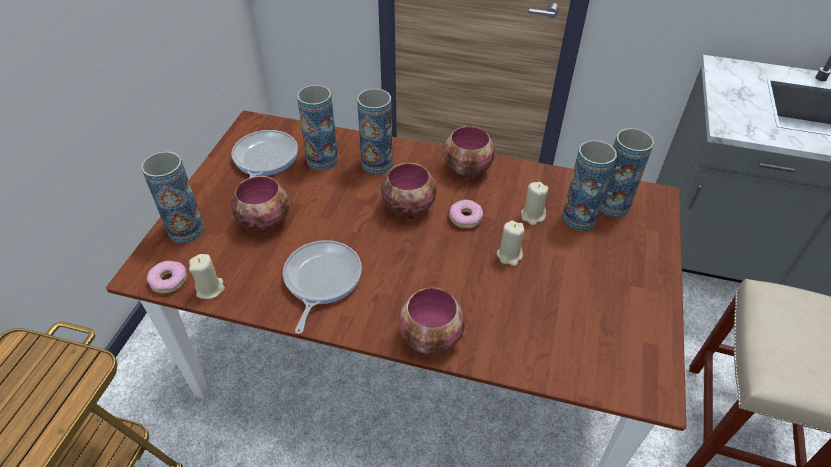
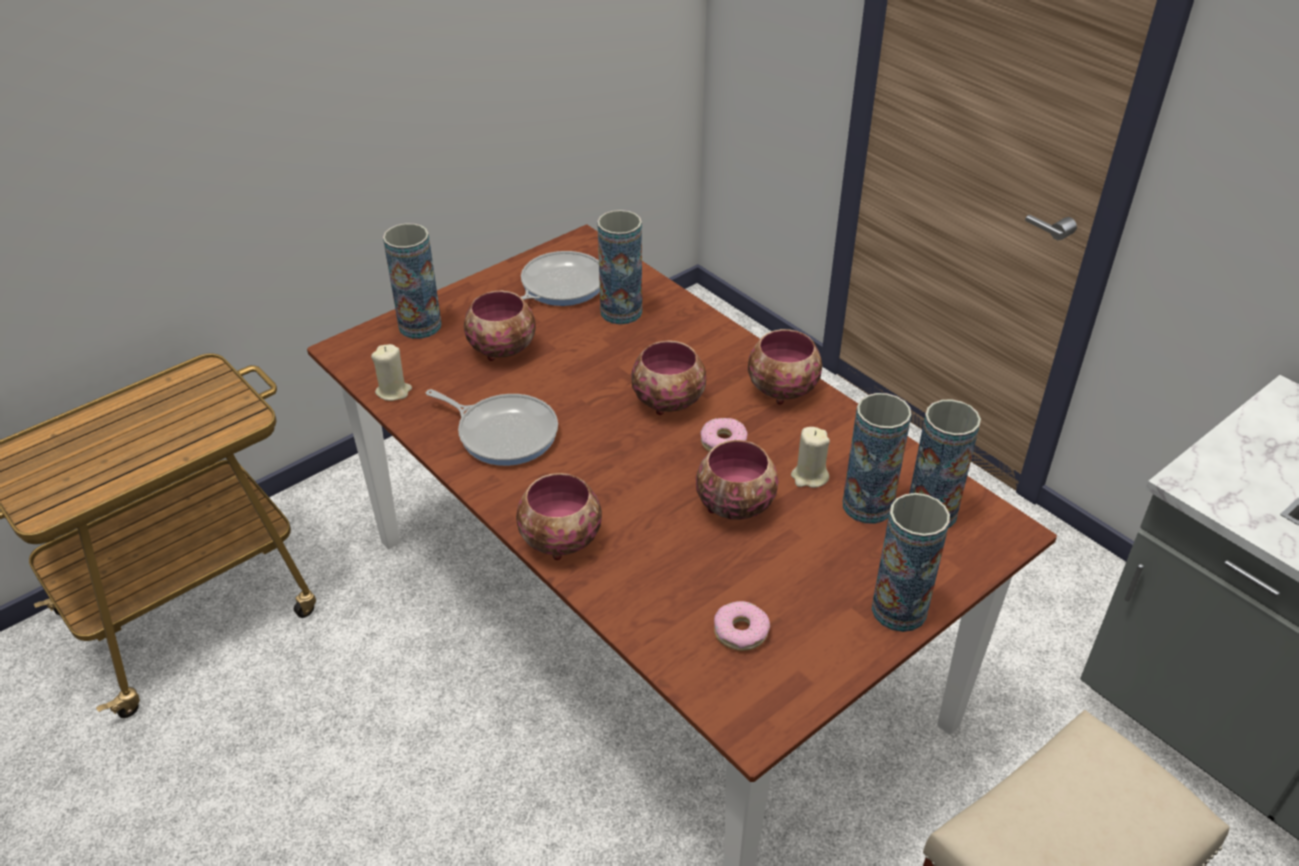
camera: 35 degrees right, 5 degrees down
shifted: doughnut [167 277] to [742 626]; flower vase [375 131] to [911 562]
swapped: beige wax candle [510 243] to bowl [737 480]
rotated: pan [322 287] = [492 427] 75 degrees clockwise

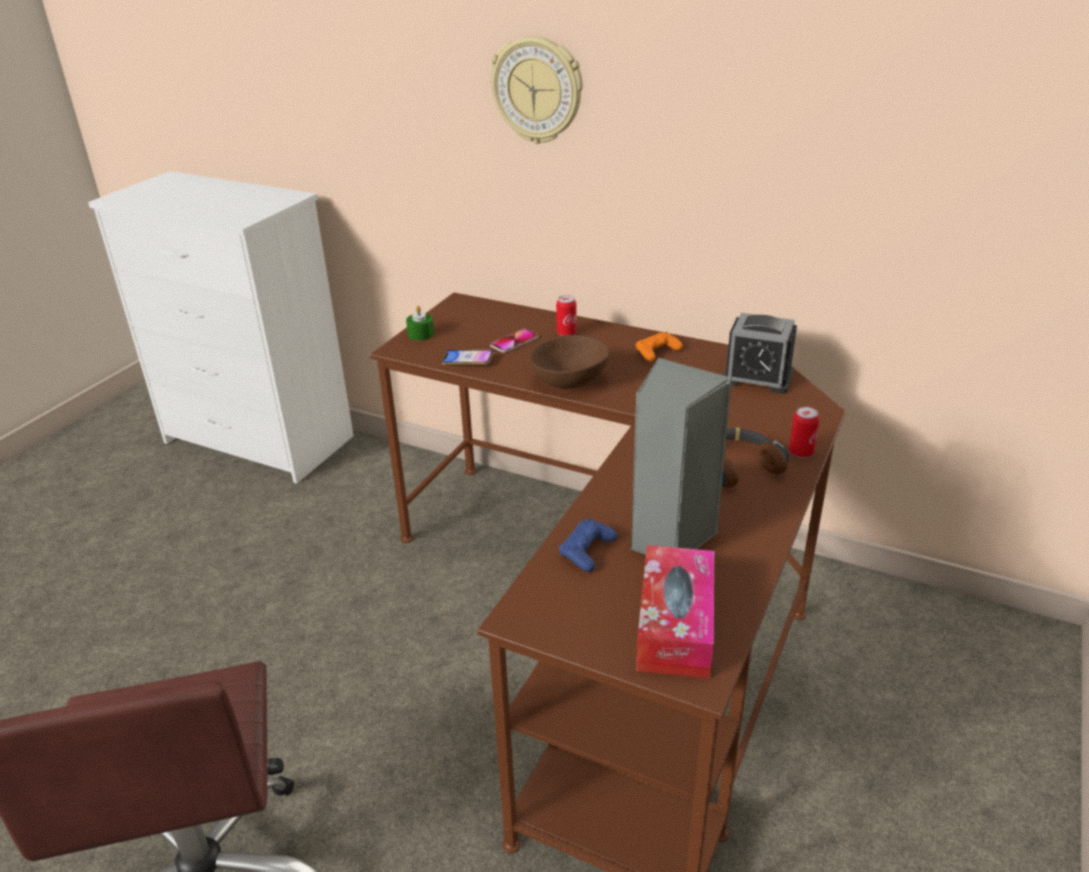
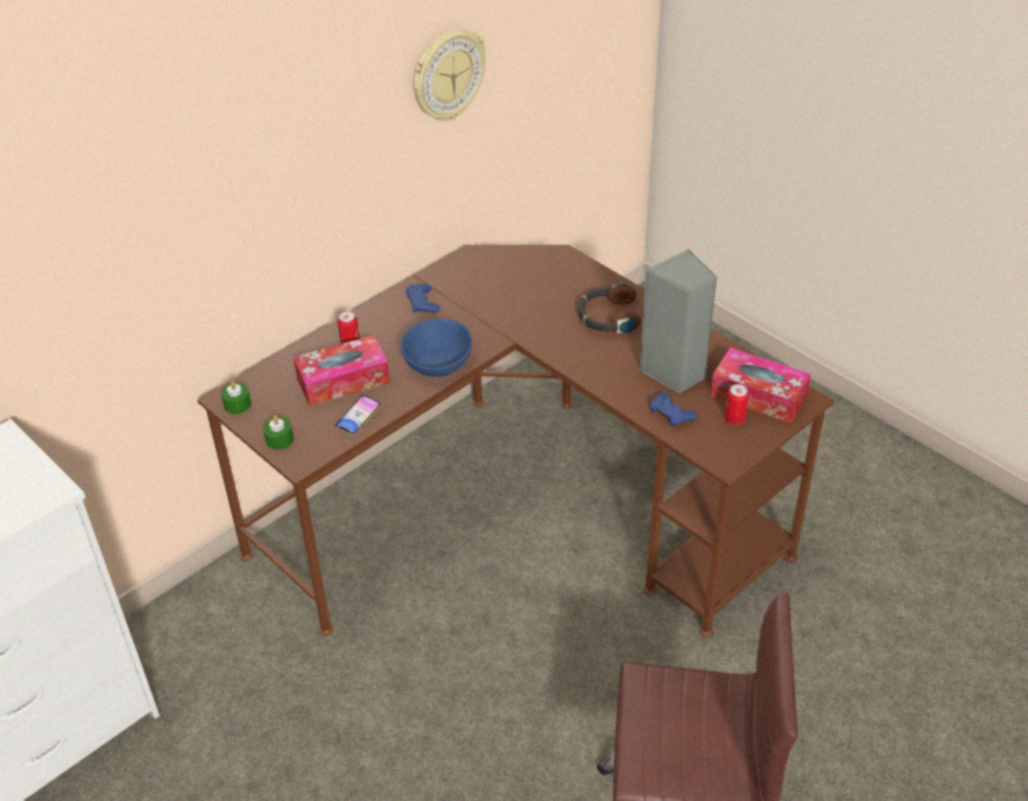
camera: 70 degrees left, 10 degrees up
gone: table clock [760 353]
new: green-coloured wax candle [236 397]
shifted: clock on the wall [536 90] to [449 75]; metal can [804 432] to [737 404]
swapped: telephone [514 341] to tissue box [341 370]
repainted: brownish bowl [569 361] to blue bowl [436 348]; orangey joypad [659 347] to blue joypad [423 298]

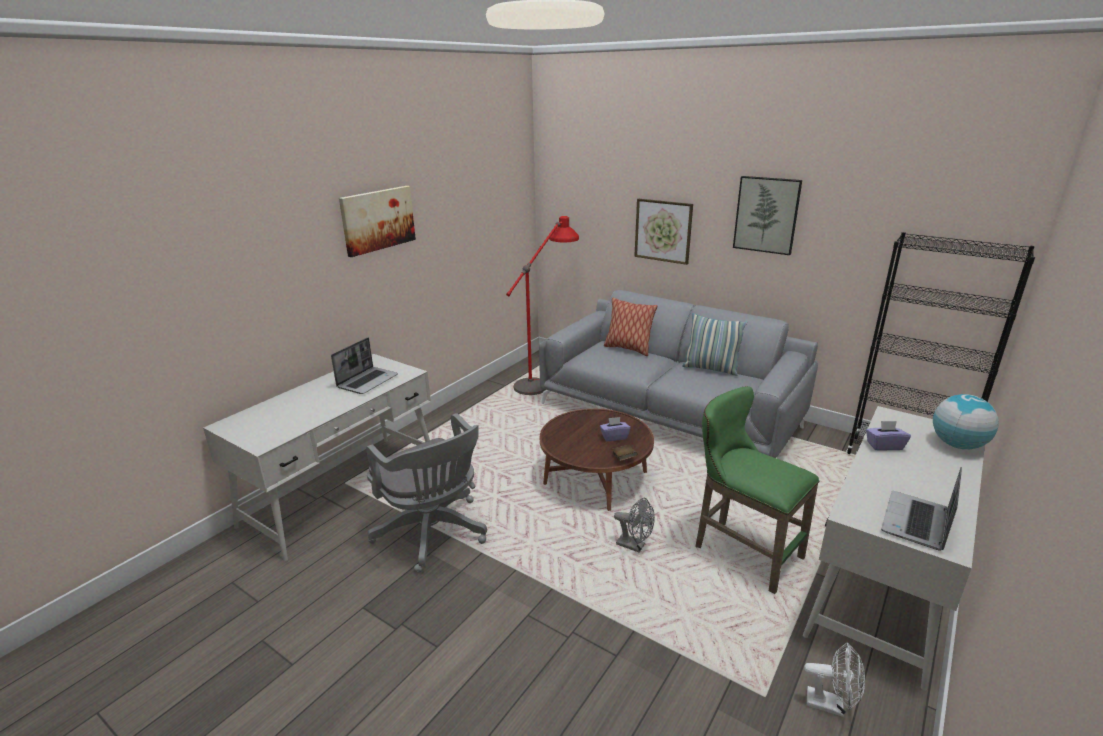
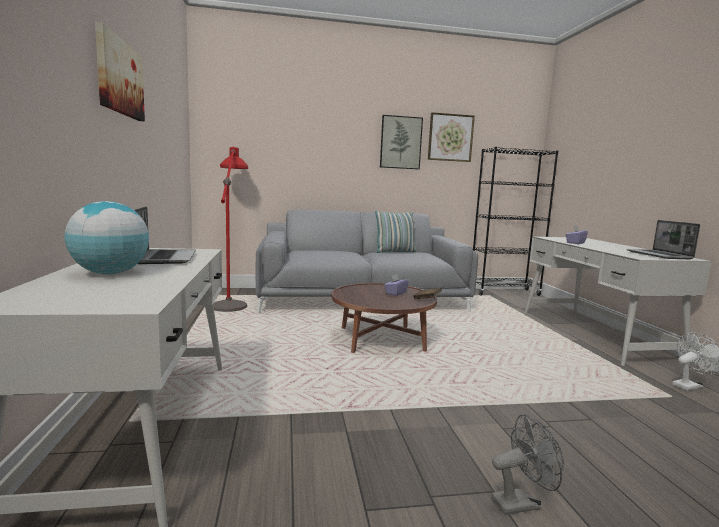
camera: 45 degrees left, 15 degrees down
gone: gray computer chair [426 493]; pillow [630 327]; green-coloured sitting stool [757 490]
shifted: gray fan [634 525] to [527 464]; picture [663 232] to [451 137]; desk globe [966 421] to [107 237]

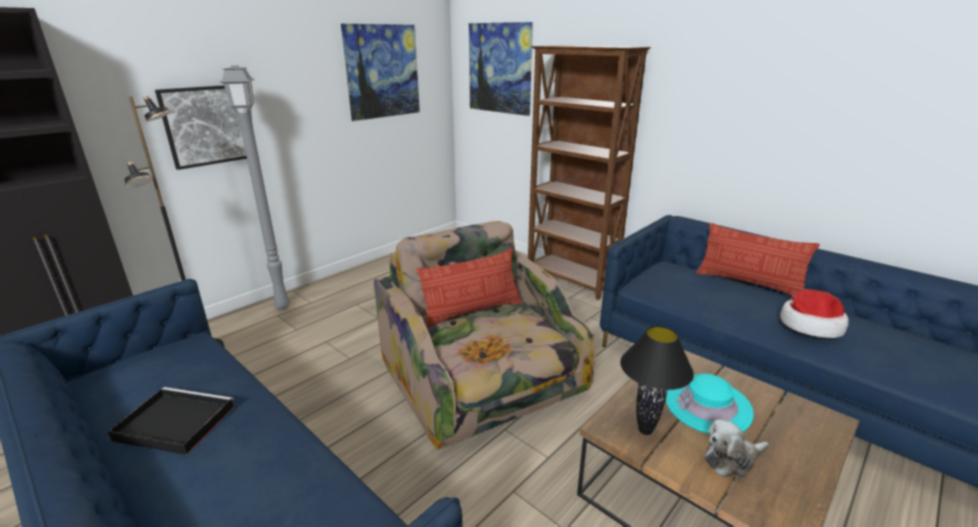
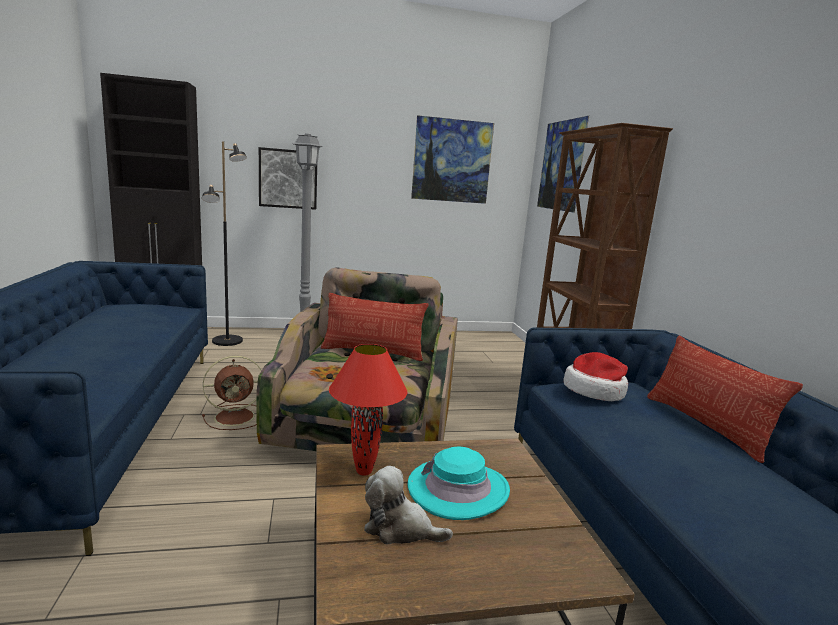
camera: 35 degrees right, 10 degrees down
gone: black-coloured tray [171 421]
new: brownish fan [232 393]
shifted: clothing hat [814 313] to [596 376]
repainted: black-coloured tabletop lamp [657 380] to red tabletop lamp [368 410]

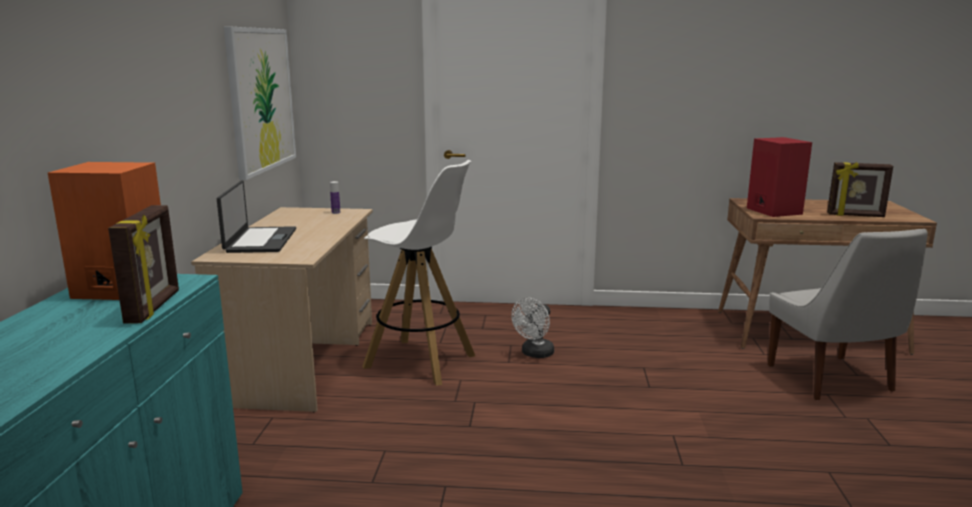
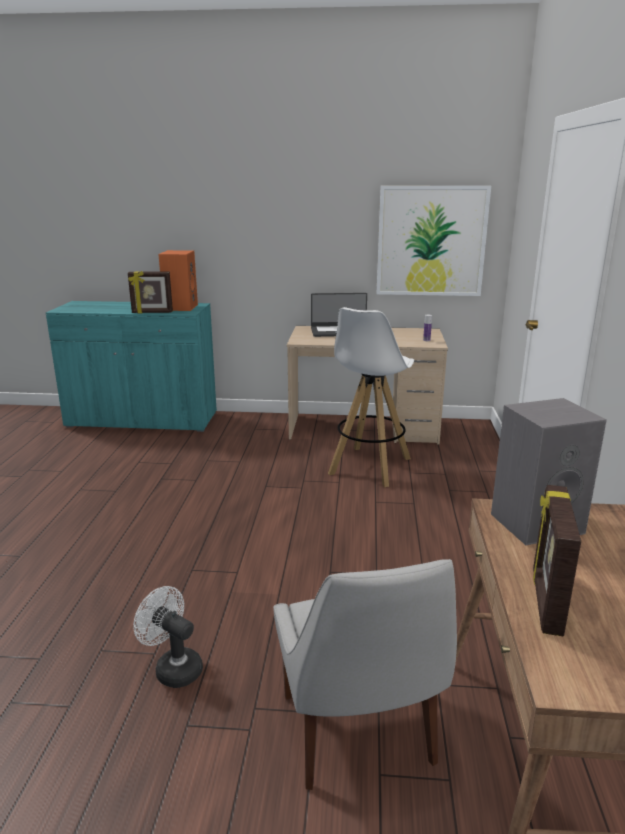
camera: 90 degrees right, 5 degrees up
shifted: white fan [532 328] to [168 637]
repainted: red audio speaker [779 177] to gray audio speaker [549 471]
rotated: white plain chair [848 314] = [365 674] 90 degrees counterclockwise

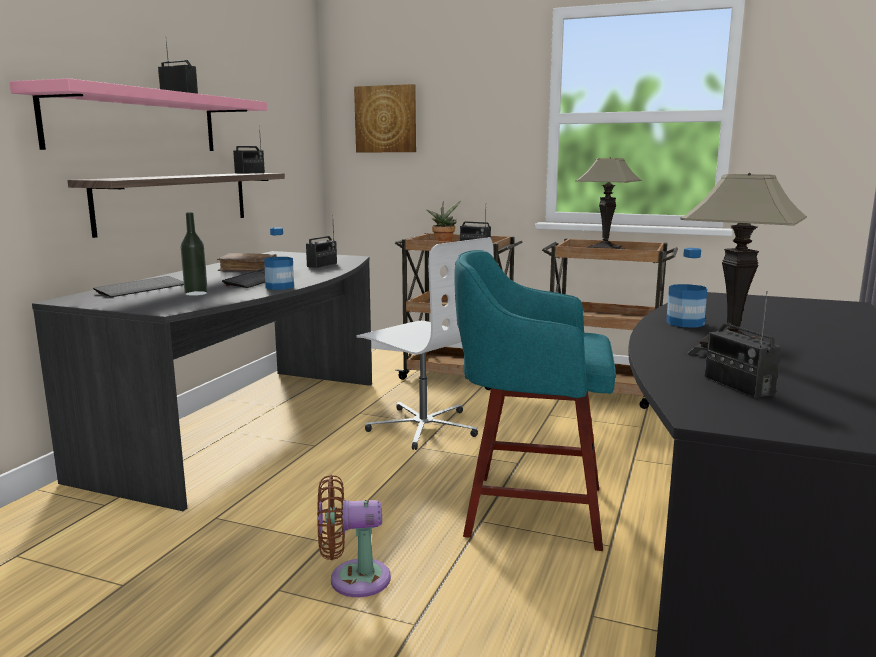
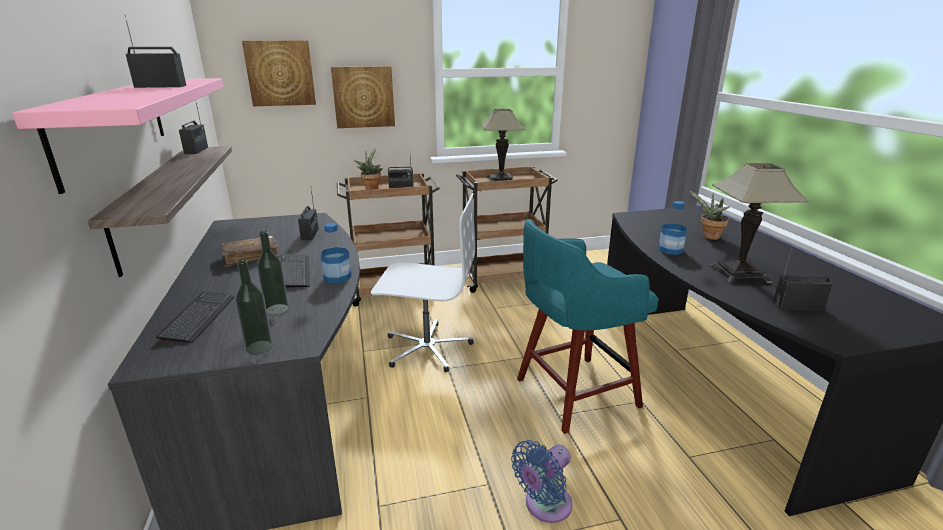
camera: 35 degrees left, 10 degrees up
new: drink bottle [254 307]; picture [363 97]; houseplant [709 215]
repainted: brownish fan [354 536] to blue fan [542 481]
rotated: radio receiver [743 344] = [802 279] 150 degrees clockwise

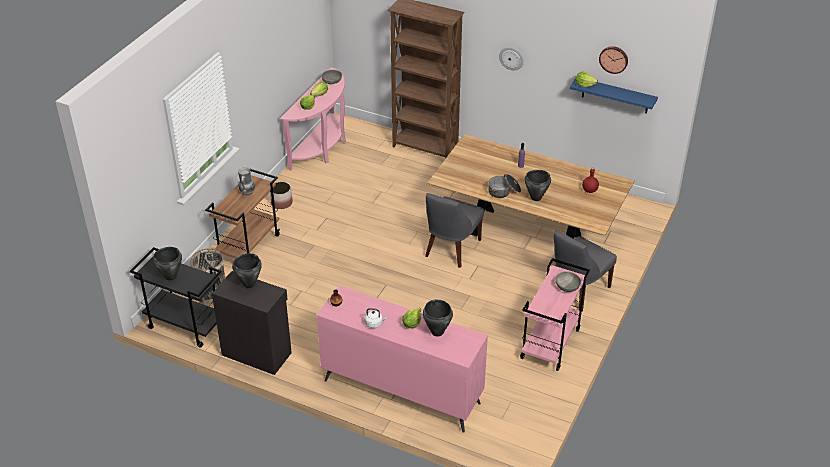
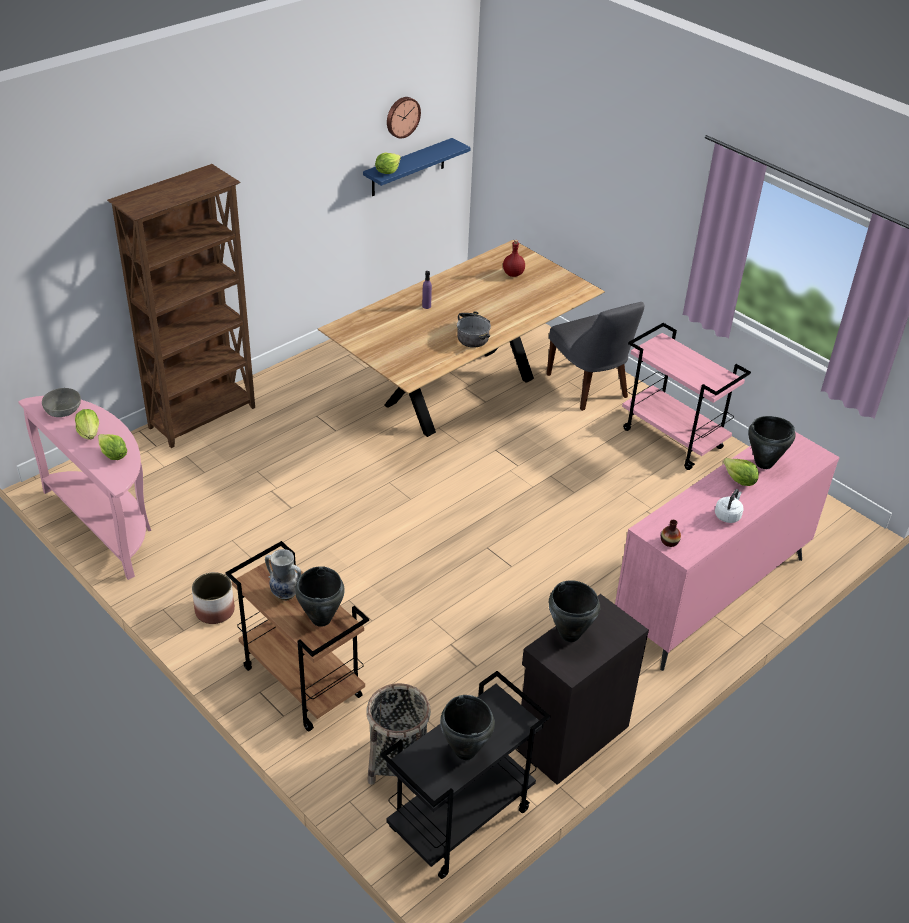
camera: 70 degrees left, 0 degrees up
gone: gray plain chair [454 230]; clock on the wall [511 58]; gray bowl [568 281]
shifted: black-coloured cooking pot [538 185] to [320 596]

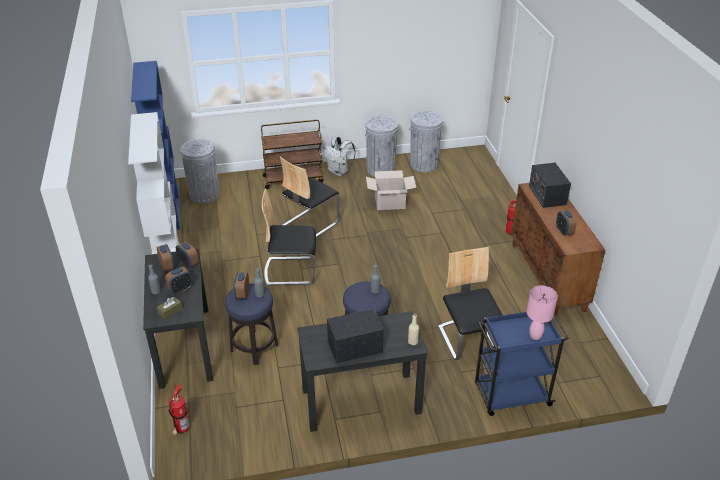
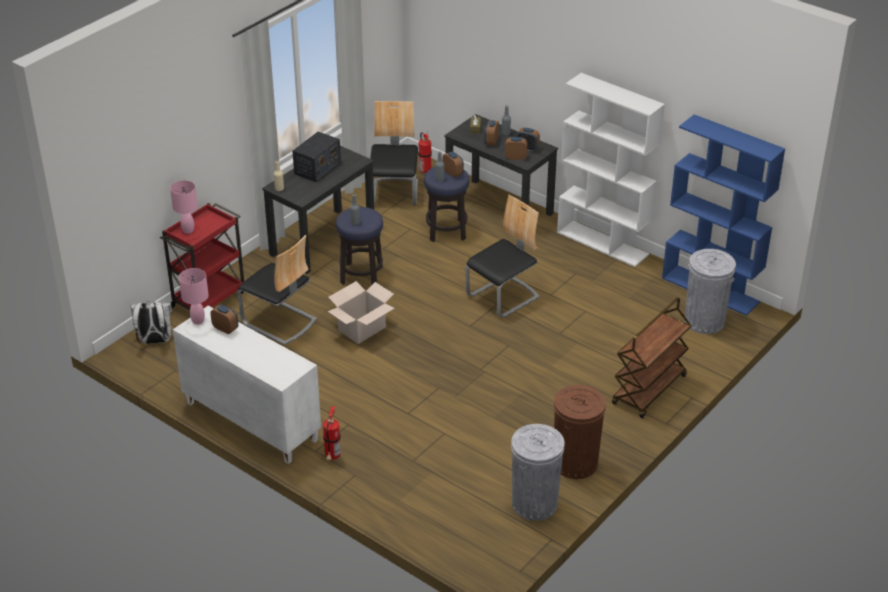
camera: 140 degrees right, 0 degrees up
gone: radio receiver [550 185]
new: pink-coloured tabletop lamp [194 296]
shifted: plain chair [310 197] to [394 153]; white knapsack [339 156] to [151 322]; carton [391 190] to [361 312]
repainted: gray trash can [381 145] to brownish trash can [580 432]; blue wheeled cart [522 364] to red wheeled cart [202 256]; brownish storage cabinet [558 249] to white storage cabinet [247 385]

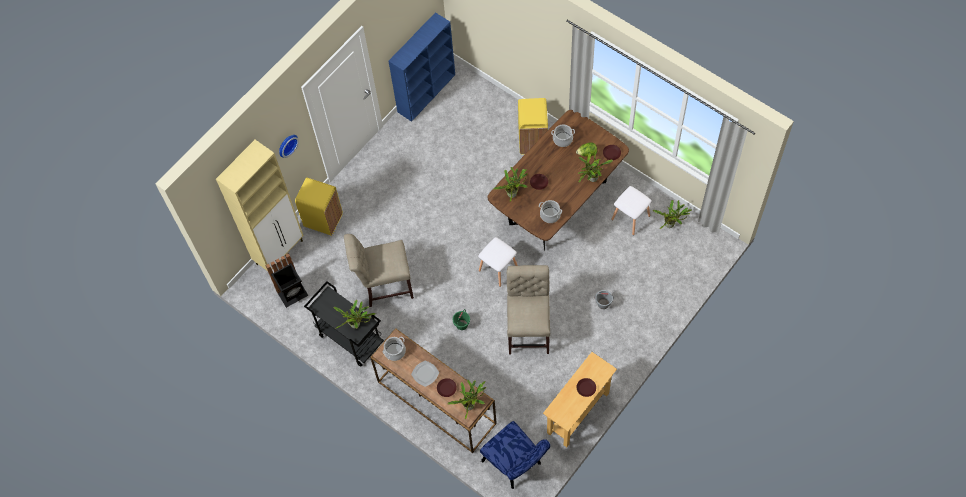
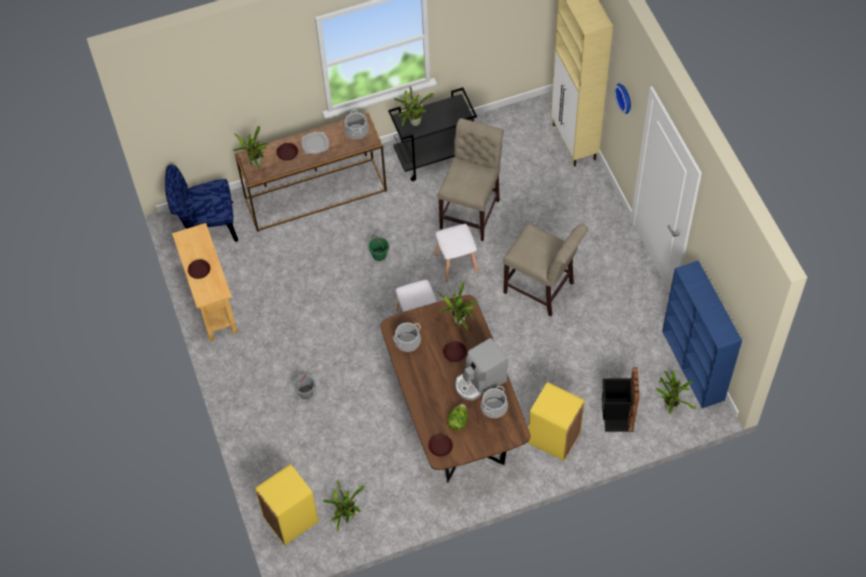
camera: 120 degrees right, 5 degrees down
new: coffee brewer [481 369]
shifted: black-coloured trash can [287 280] to [621 399]; yellow trash can [319 206] to [287 504]; beige plain chair [528 309] to [545 270]; houseplant [595 165] to [676 392]; white sitting stool [631 210] to [456 253]

